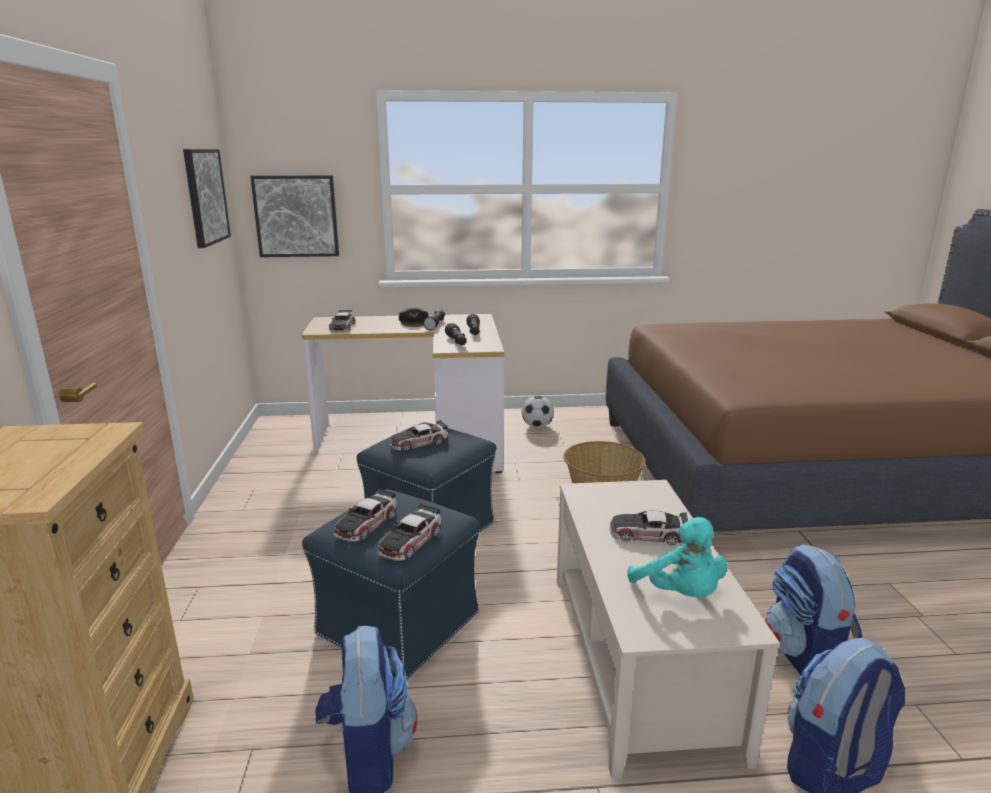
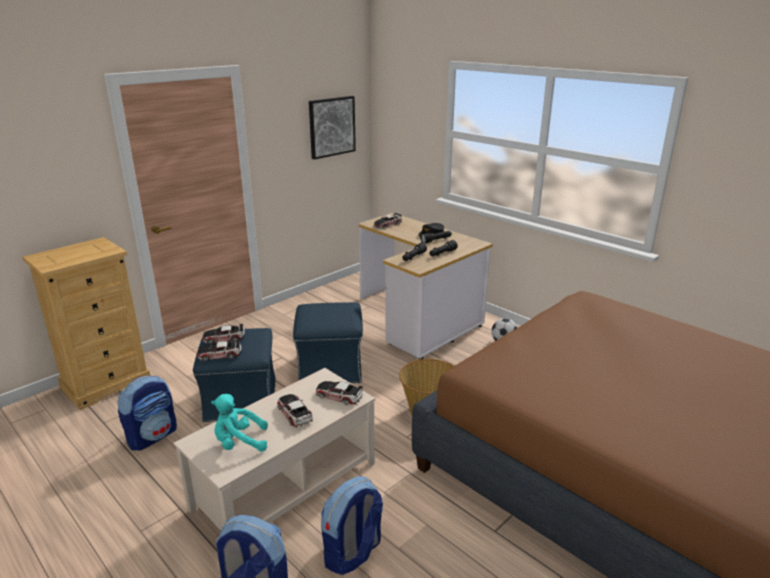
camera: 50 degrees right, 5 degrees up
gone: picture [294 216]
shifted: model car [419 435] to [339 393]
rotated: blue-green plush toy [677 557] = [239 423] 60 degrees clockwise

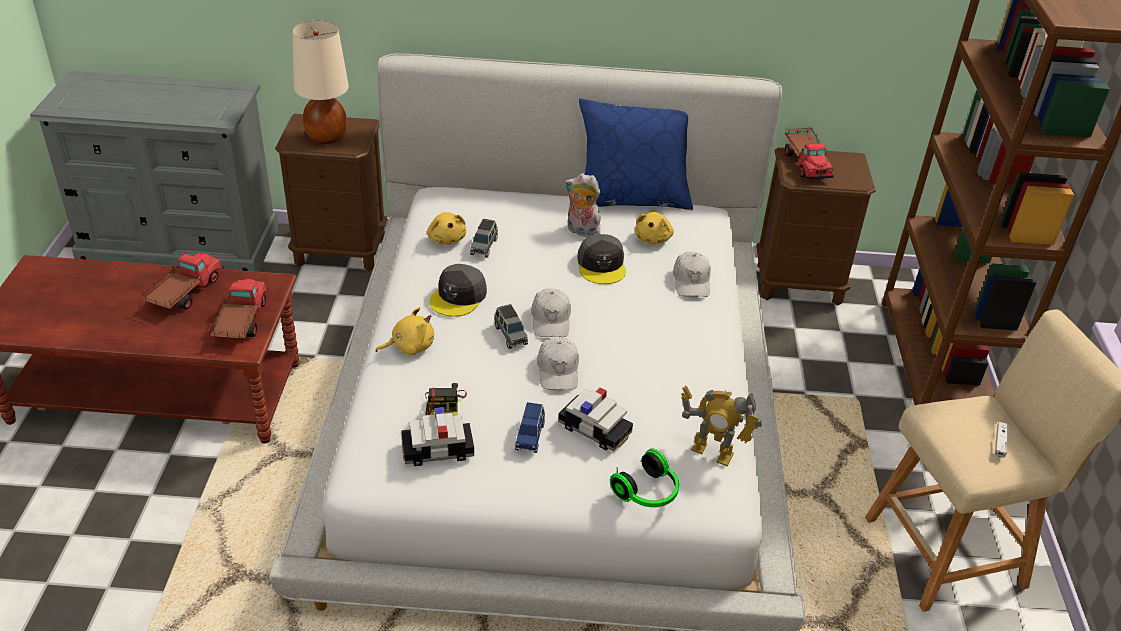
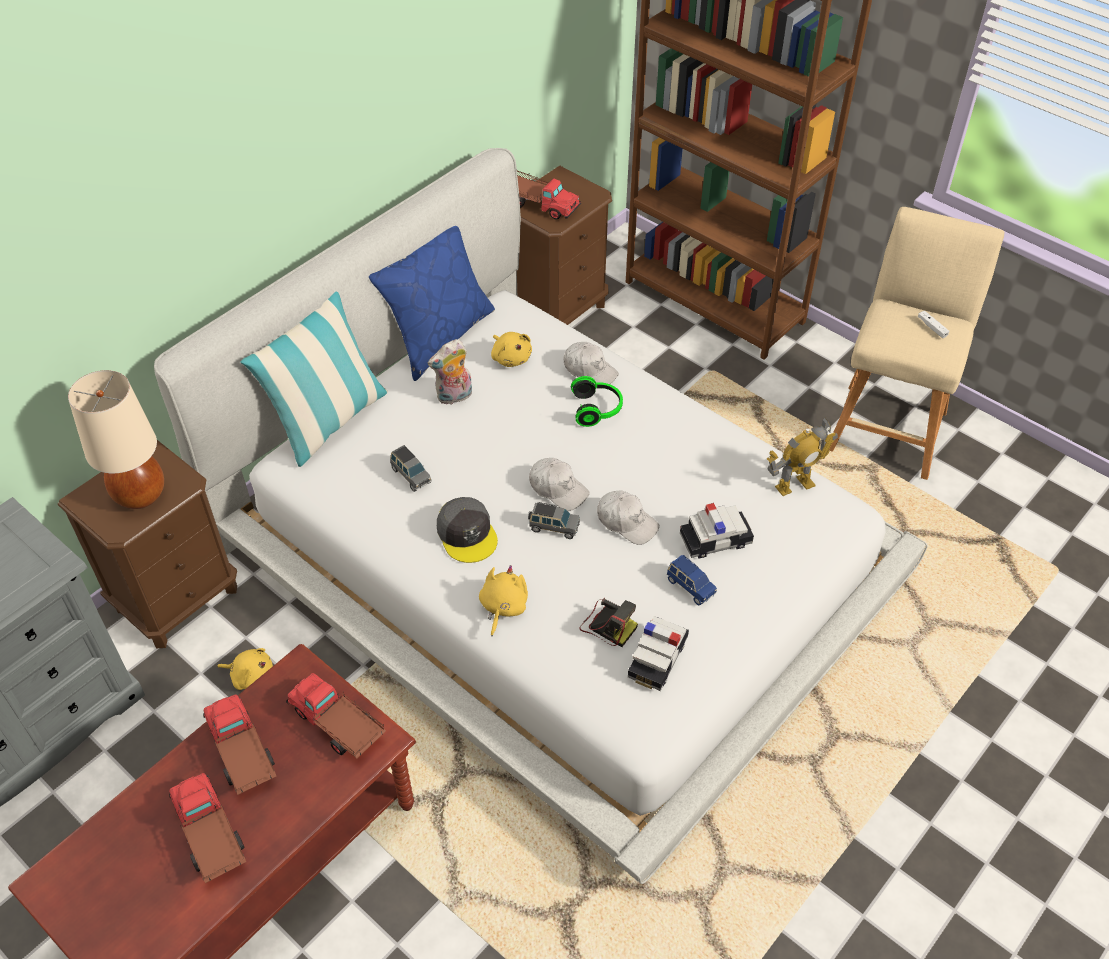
camera: 50 degrees left, 10 degrees up
gone: gray cap [601 259]
new: toy lorry [207 828]; pillow [314 379]
shifted: yellow plush toy [446 228] to [245 669]; pair of headphones [644 478] to [597 401]

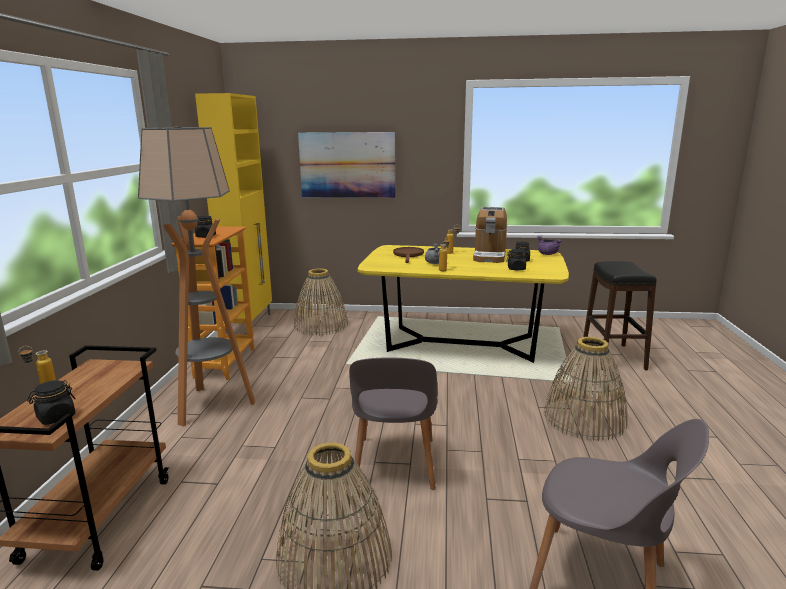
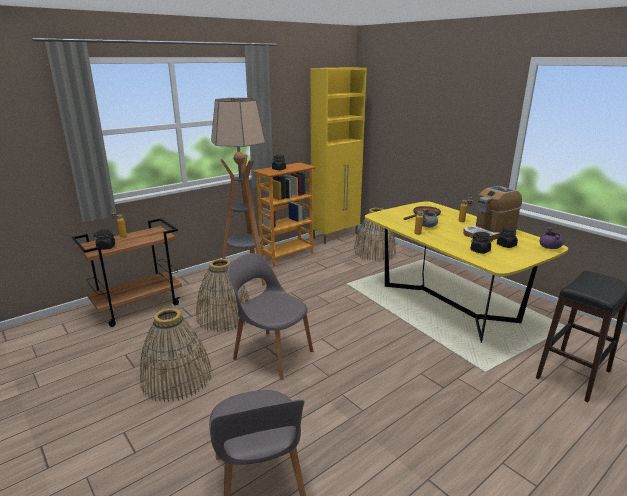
camera: 45 degrees right, 5 degrees up
gone: picture [346 165]
shifted: basket [585 389] to [223 295]
rotated: gray plain chair [393 423] = [270 316] 75 degrees clockwise

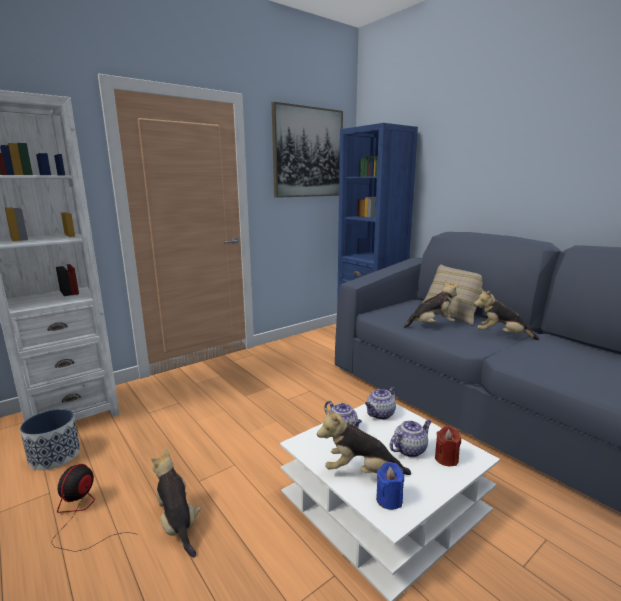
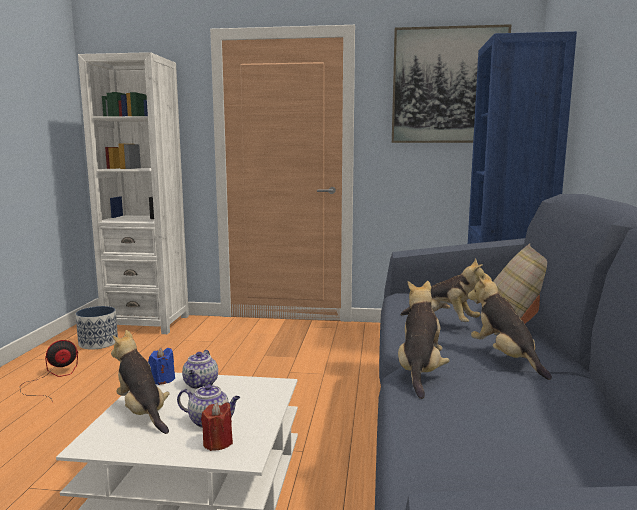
camera: 45 degrees right, 5 degrees down
gone: pot for tea [380 403]
shifted: plush toy [176 503] to [424 340]; blue wax candle [390 486] to [161 366]

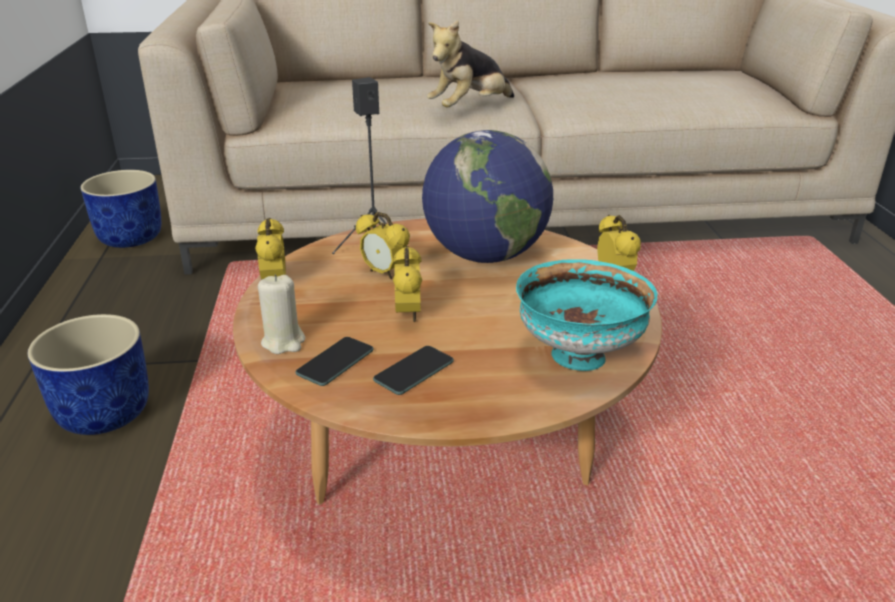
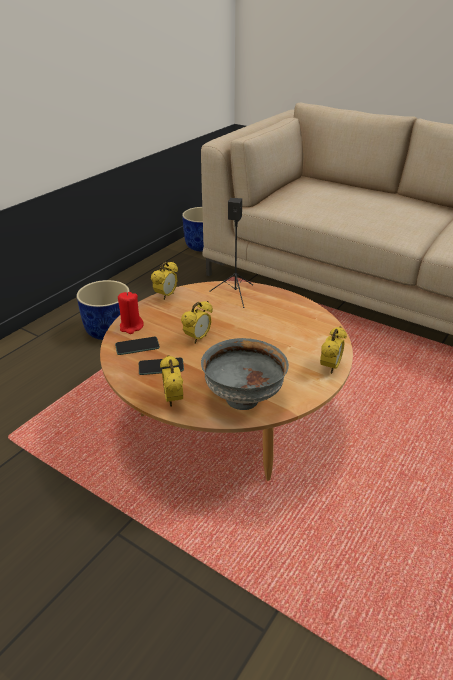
camera: 40 degrees right, 5 degrees up
gone: desk globe [487 196]; plush toy [470 63]
shifted: table clock [383 245] to [171 381]
repainted: beige wax candle [281 314] to red wax candle [131 313]; blue-green bowl [587 315] to gray bowl [245 374]

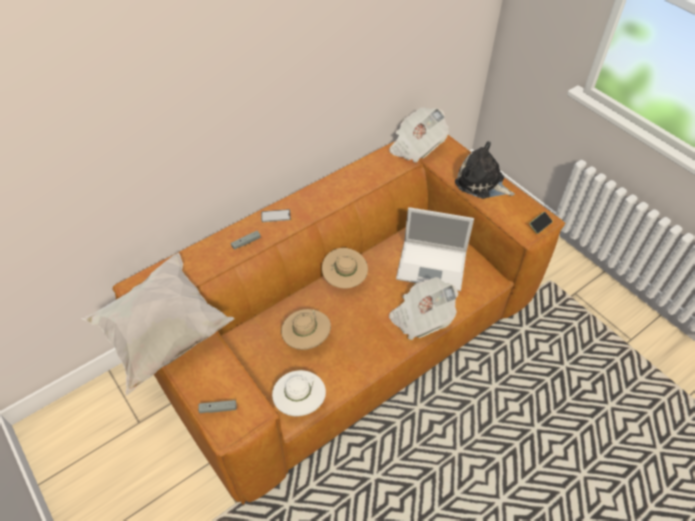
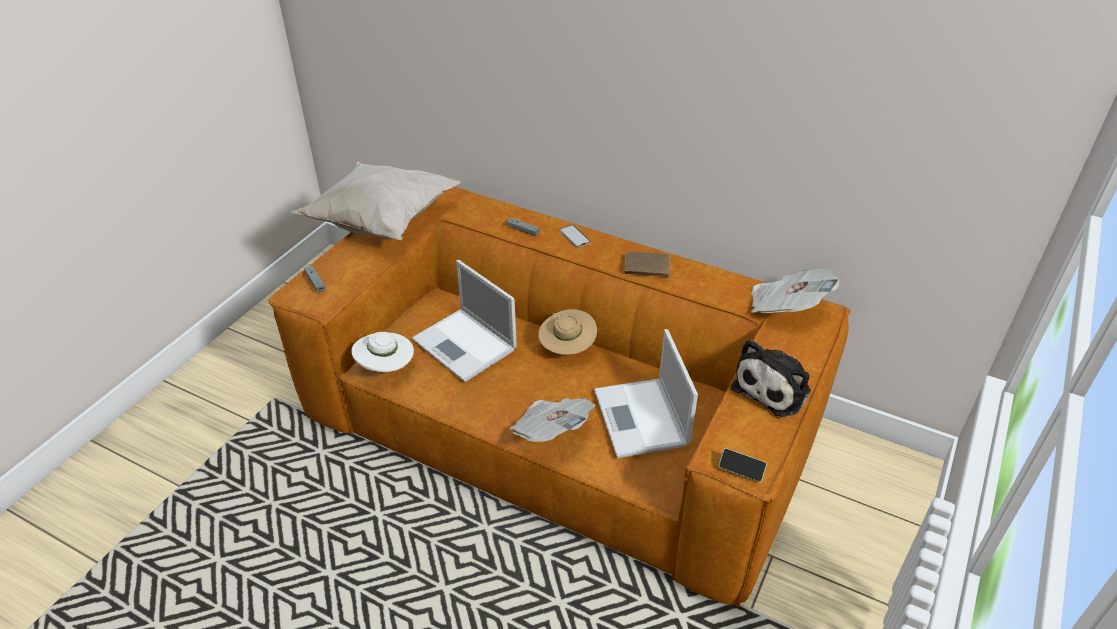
camera: 65 degrees right, 10 degrees down
new: brownish bound book [647 265]
swapped: beige clothing hat [306 329] to notebook computer [464 321]
rotated: plush toy [485 170] = [771 378] 150 degrees counterclockwise

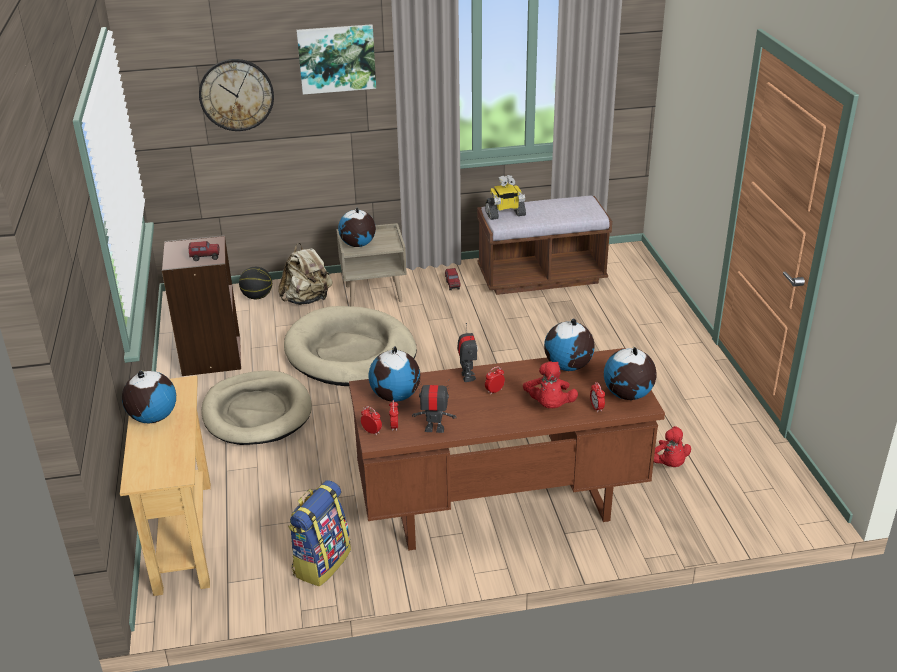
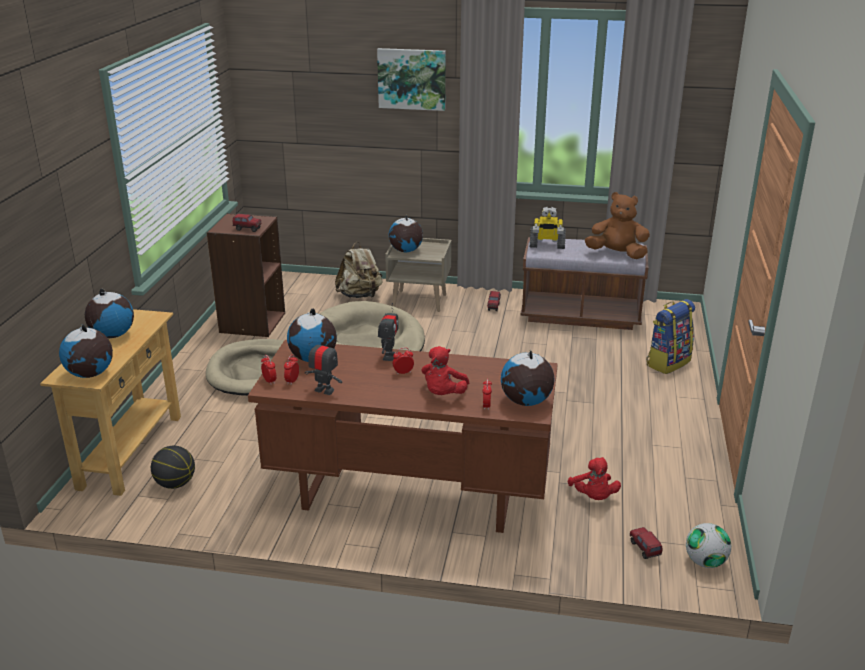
camera: 20 degrees right, 5 degrees down
gone: clock on the wall [236 95]
new: brownish plush toy [617 225]; toy lorry [646 543]; football [708 545]
shifted: ball for basketball [255 283] to [173 467]; knapsack [319 533] to [670 336]; desk globe [569 345] to [86 351]

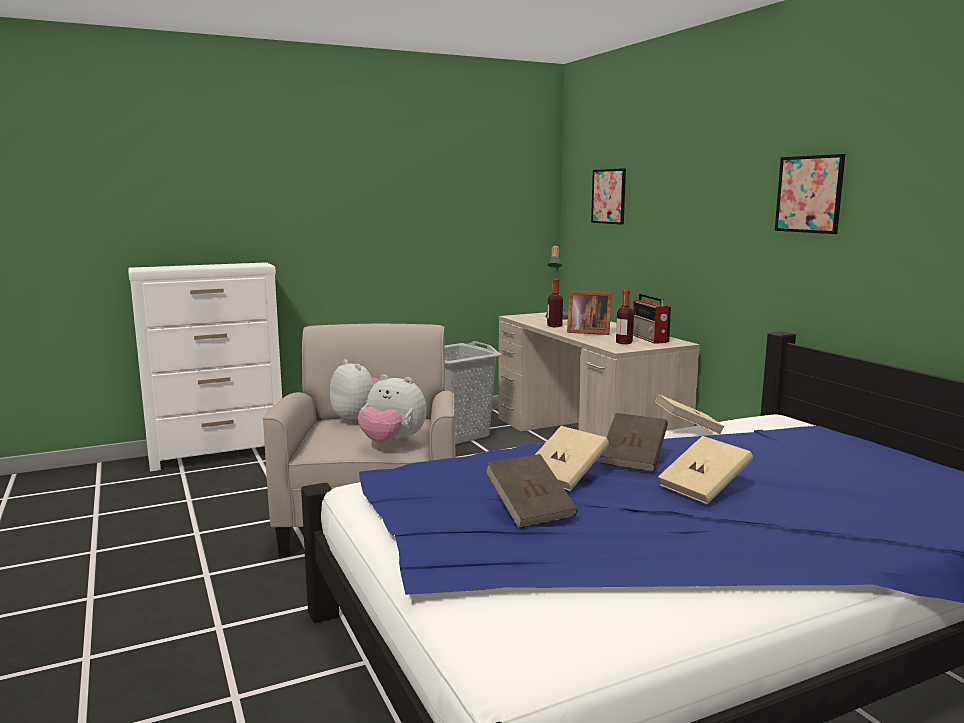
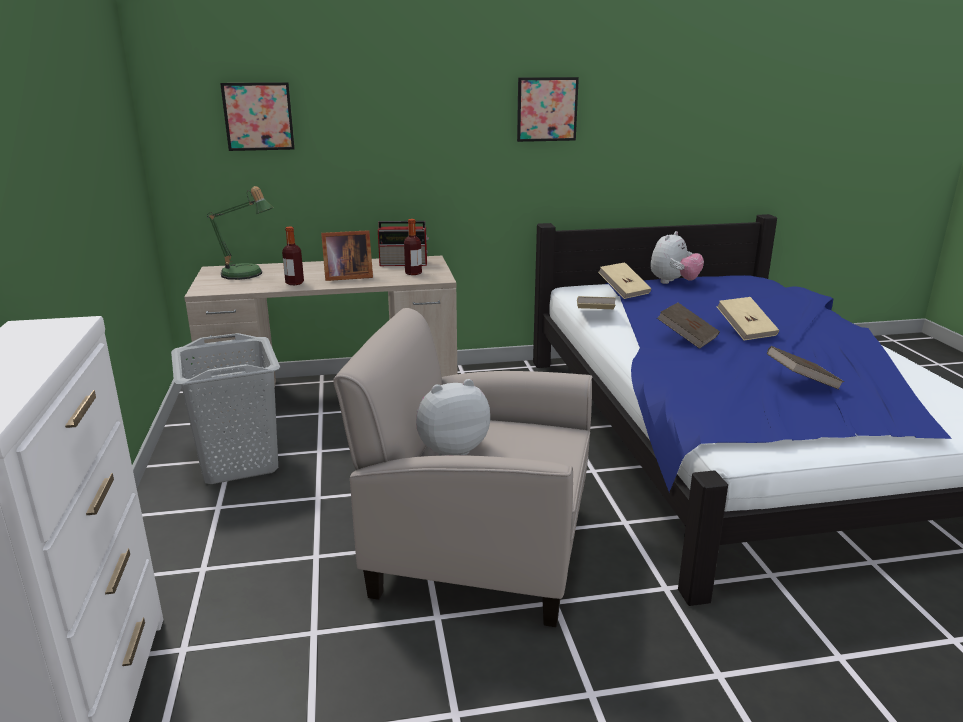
camera: 75 degrees left, 10 degrees up
shifted: plush toy [392 408] to [677 257]; beige bound book [572 458] to [624 280]
rotated: picture frame [589 313] = [347 255] 45 degrees clockwise

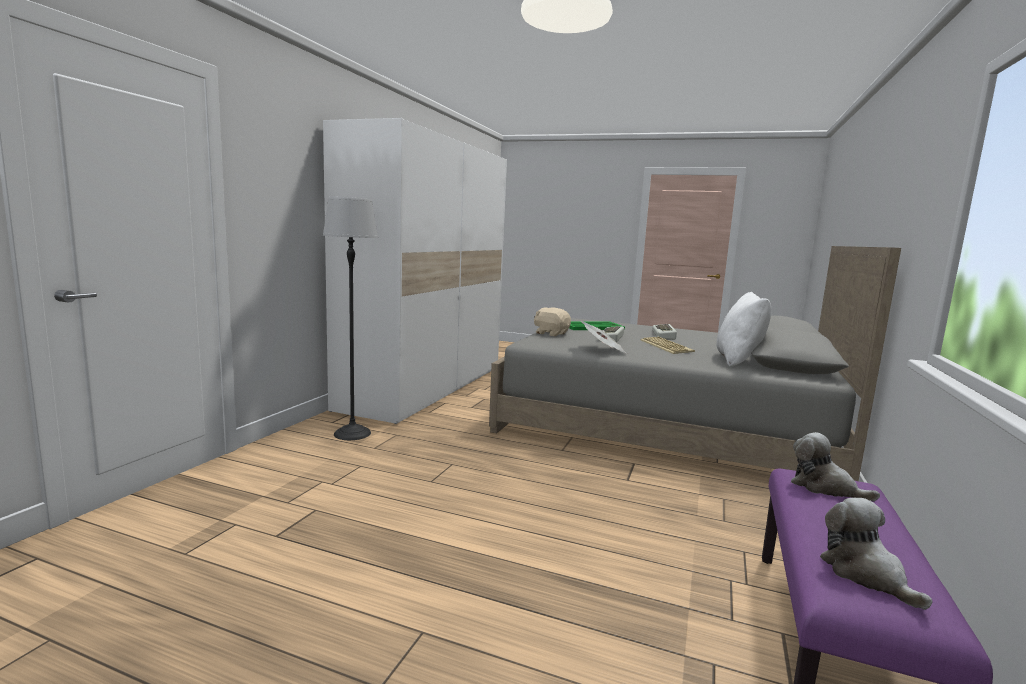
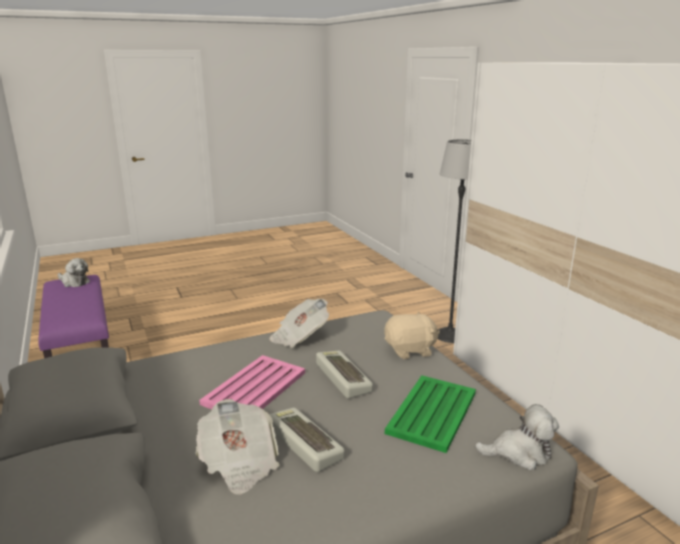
camera: 135 degrees right, 10 degrees up
gone: white pillow [743 329]
new: newspaper [237 447]
shifted: plush toy [835 467] to [517 437]
swapped: computer keyboard [668 345] to pink-coloured tray [252 382]

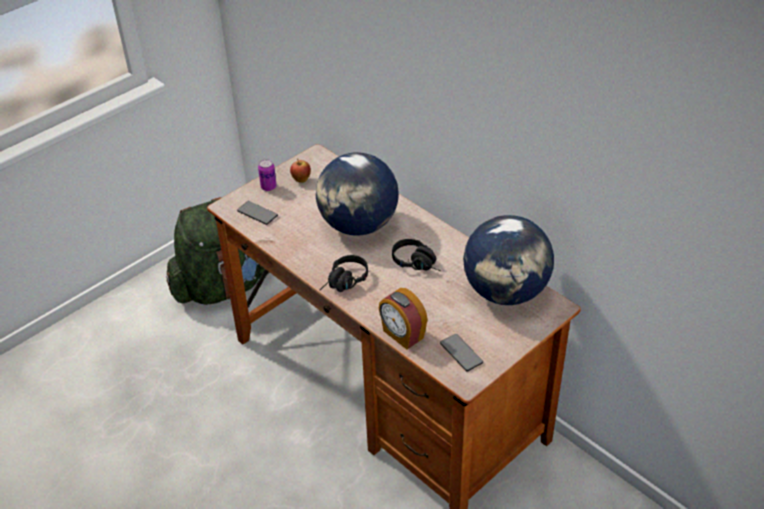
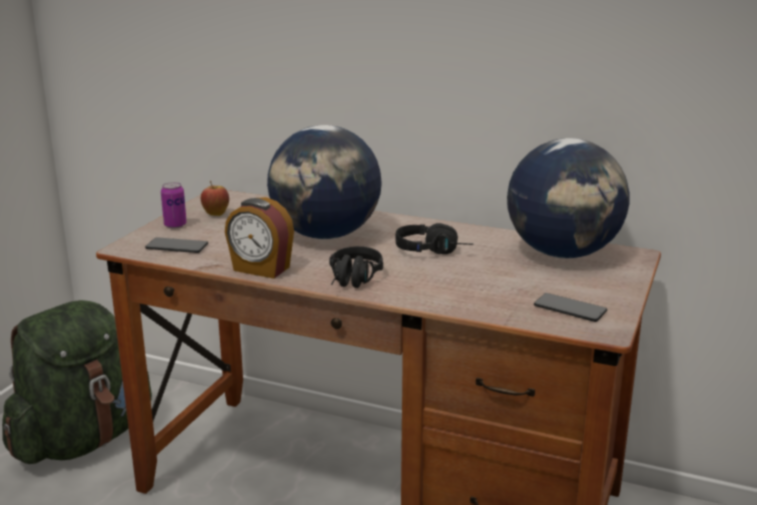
camera: 25 degrees left, 20 degrees down
shifted: table clock [403 319] to [259 238]

